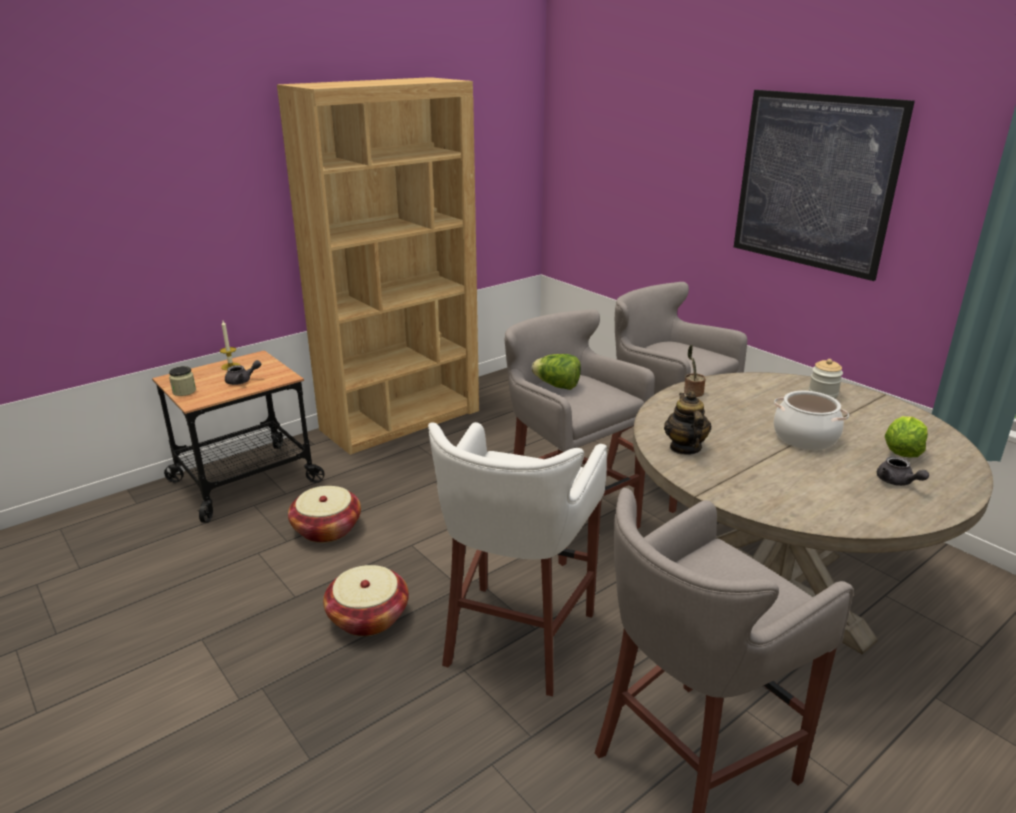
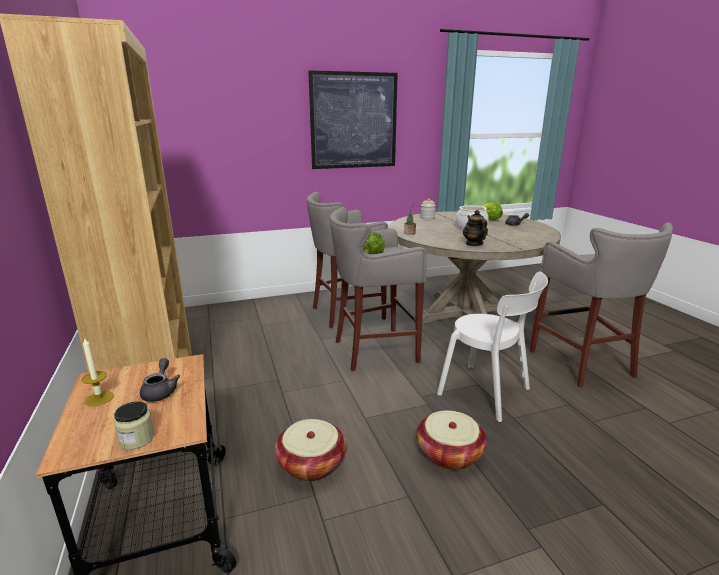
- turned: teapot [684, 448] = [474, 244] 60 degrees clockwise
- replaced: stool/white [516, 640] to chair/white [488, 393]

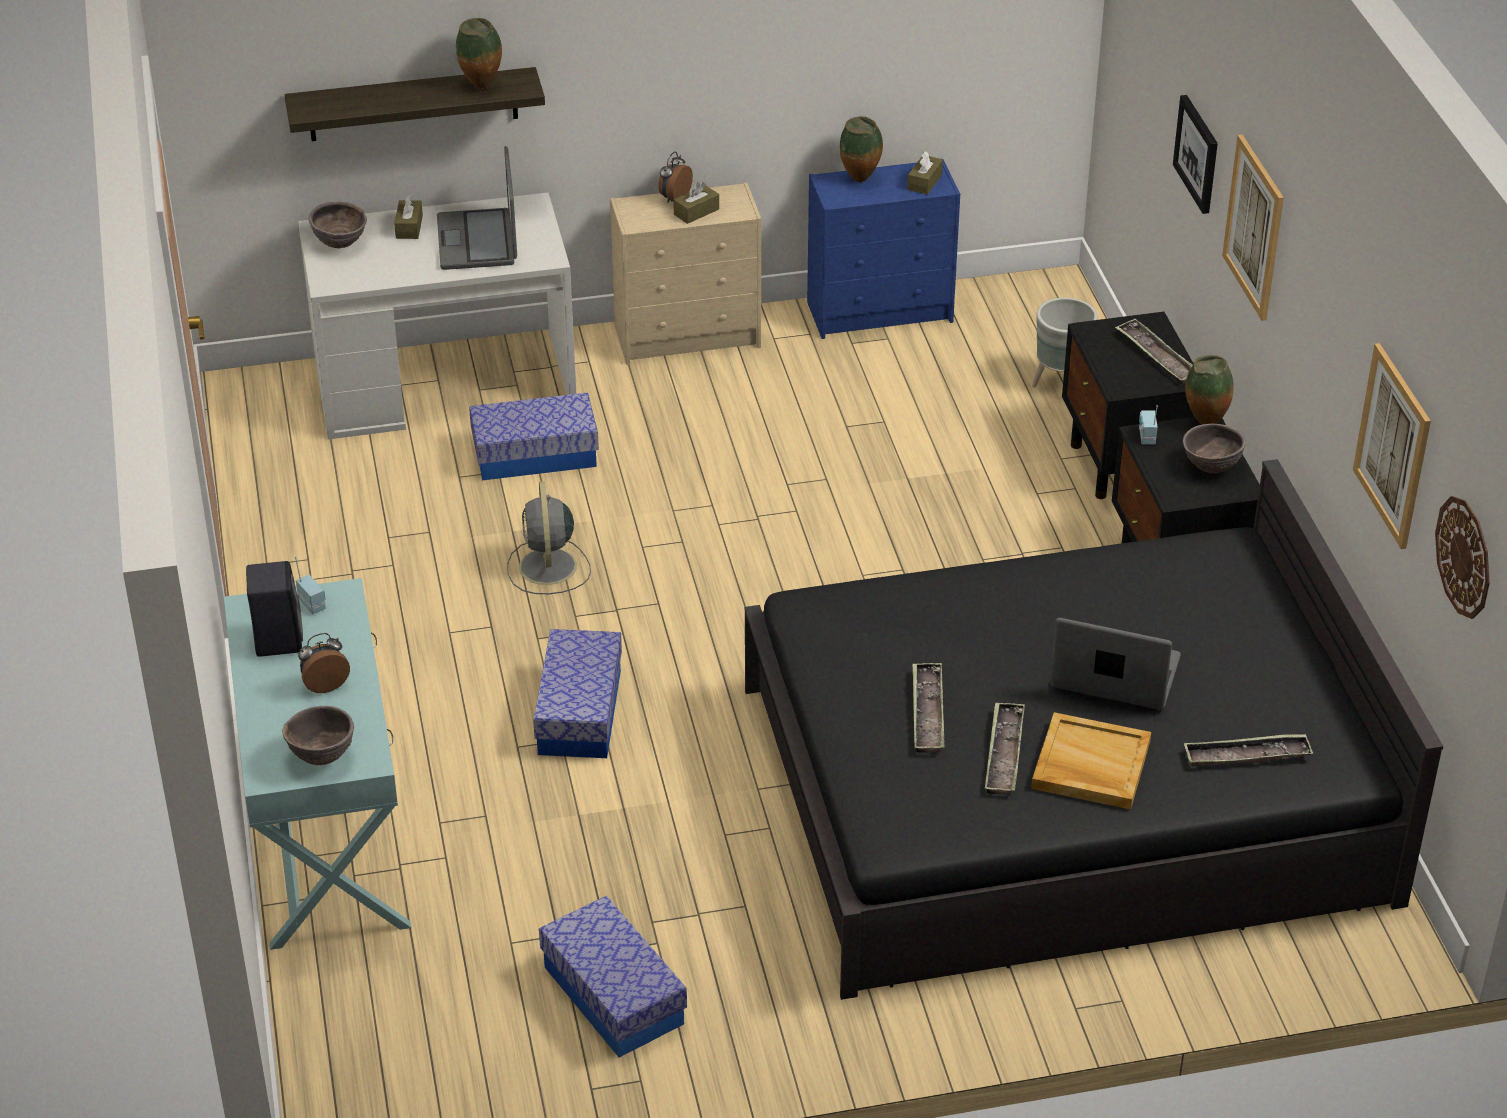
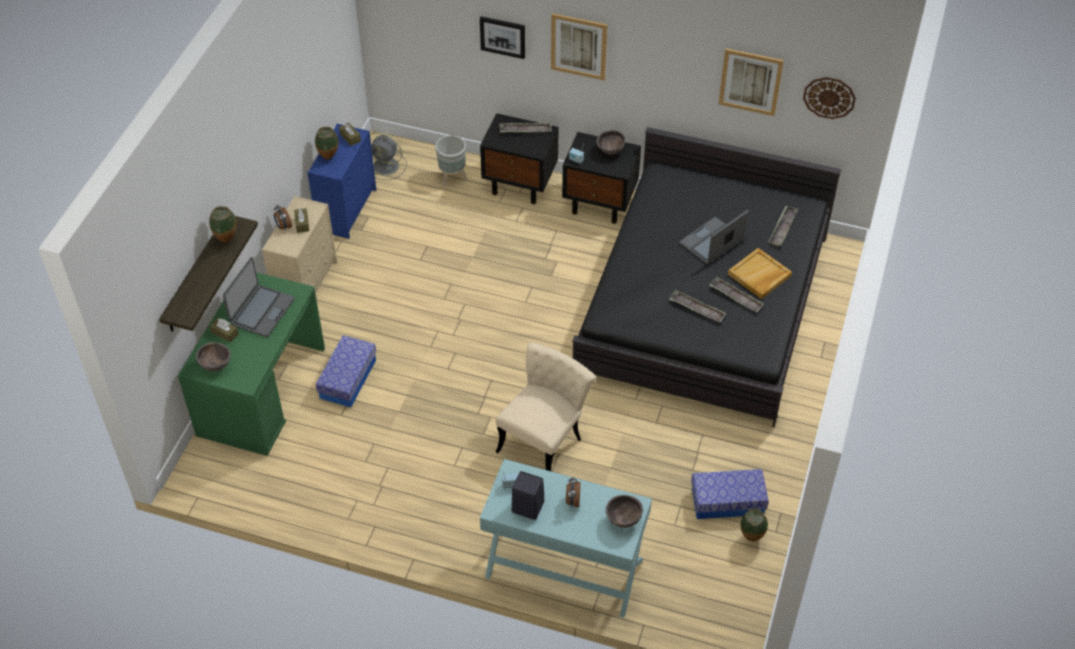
- turned: laptop [478, 241] = [261, 311] 90 degrees counterclockwise
- recoloured: desk/white [444, 383] to desk/green [261, 391]
- moved: vase [1204, 424] to [751, 538]
- moved: fan/grey [548, 568] to [387, 166]
- replaced: storage box [580, 712] to chair/beige [545, 439]

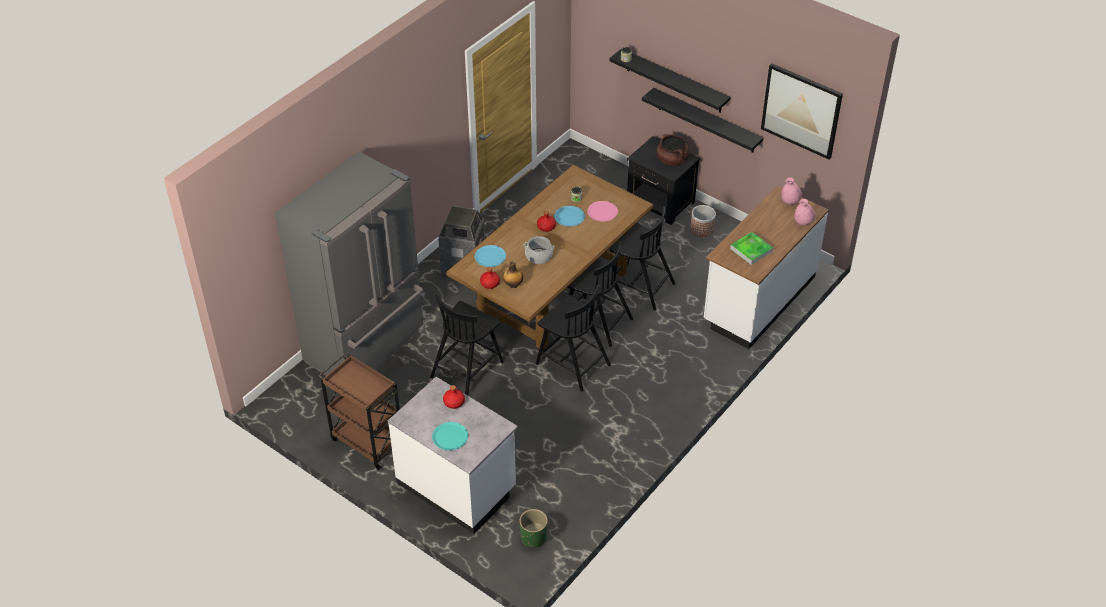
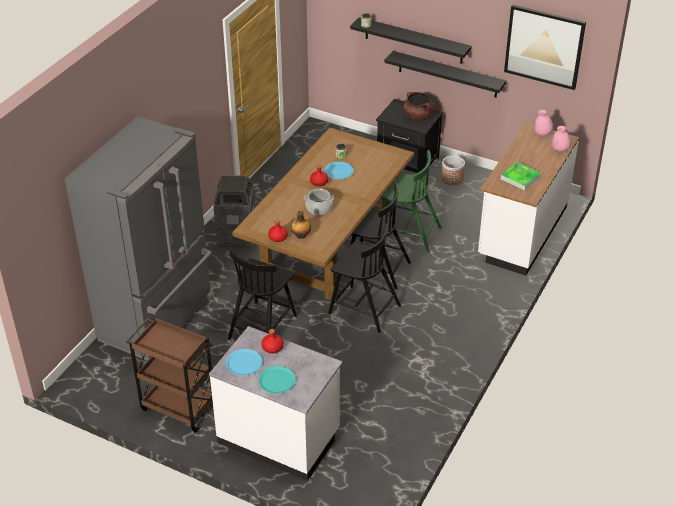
- removed: plate/pink [602, 212]
- recoloured: chair/black [639, 286] to chair/green [408, 233]
- moved: plate/blue [490, 256] to [244, 363]
- removed: planter/green [533, 537]

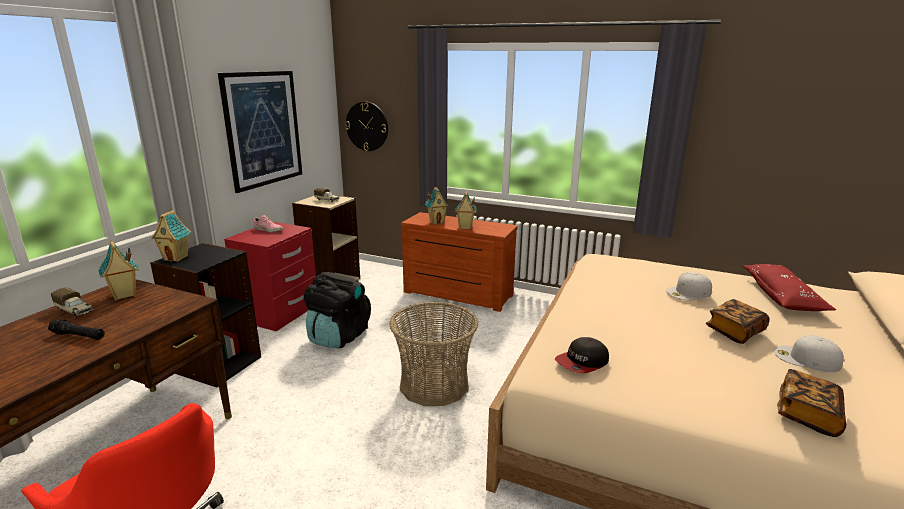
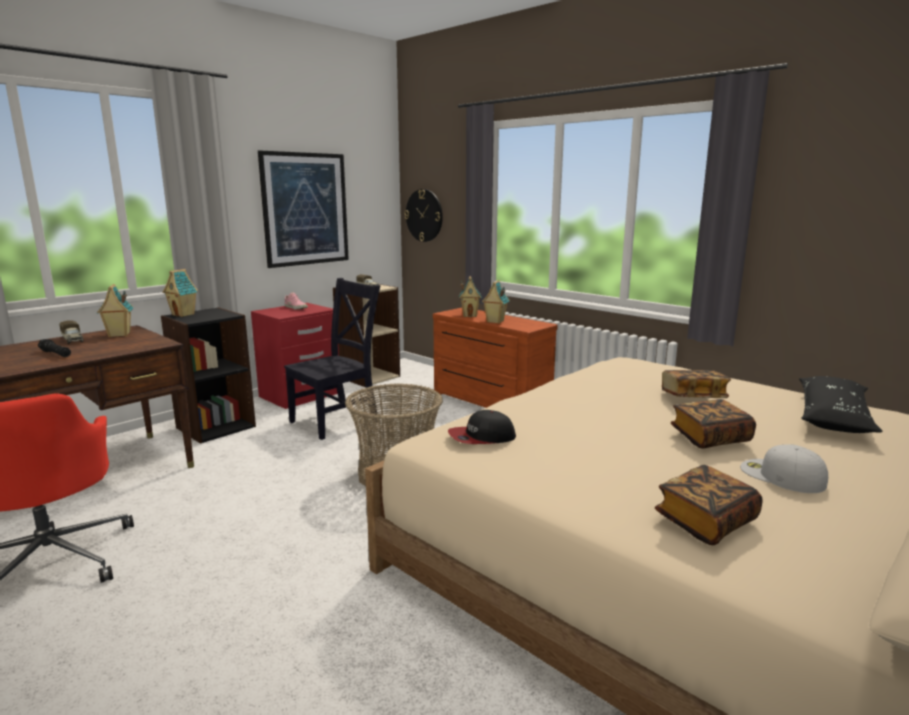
- recoloured: pillow/red [782, 296] to pillow/black [833, 417]
- replaced: backpack/black [338, 337] to chair/black [337, 421]
- replaced: cap/white [688, 292] to book [693, 397]

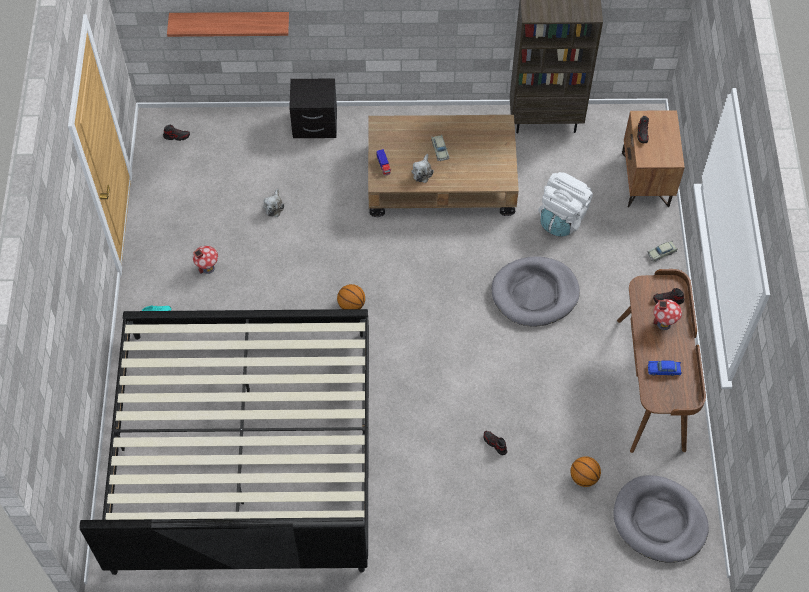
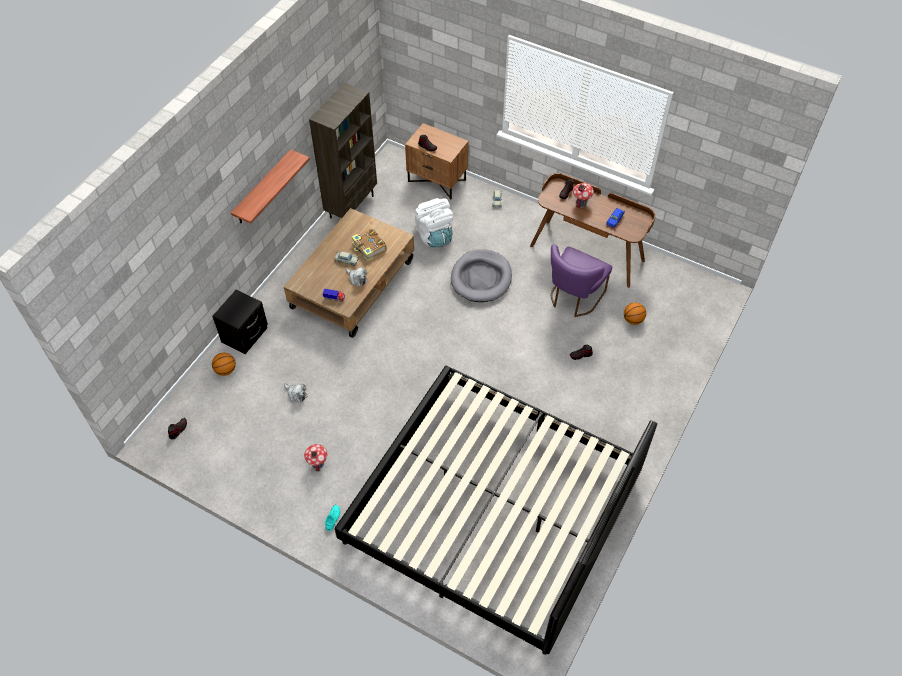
- moved: shelf [230, 21] to [263, 188]
- moved: basketball [351, 305] to [225, 370]
- removed: dog bed/grey [659, 521]
- added: book [369, 248]
- added: chair/purple [573, 298]

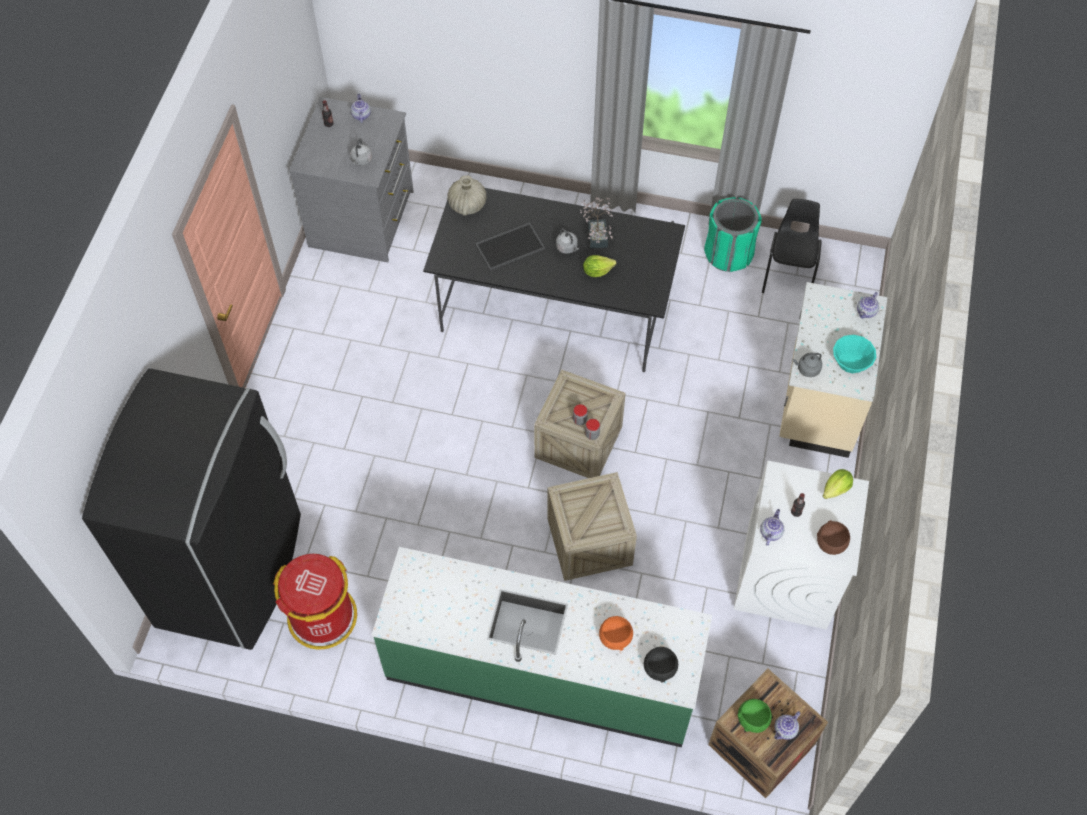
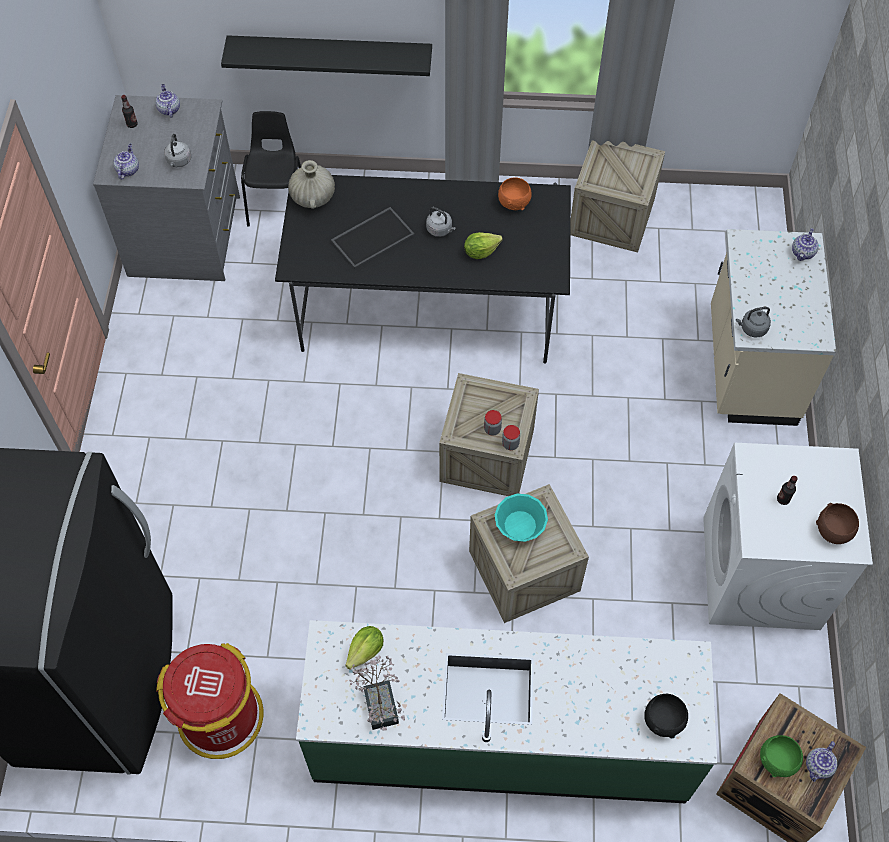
- moved: potted plant [597, 233] to [380, 701]
- replaced: trash can/green [728, 253] to crate [611, 216]
- moved: chair/black [789, 274] to [277, 203]
- moved: bowl/turquoise [851, 361] to [520, 525]
- moved: lettuce [836, 489] to [365, 651]
- moved: teapot [770, 532] to [128, 170]
- moved: bowl/orange [615, 637] to [514, 203]
- added: shelf/black [330, 53]

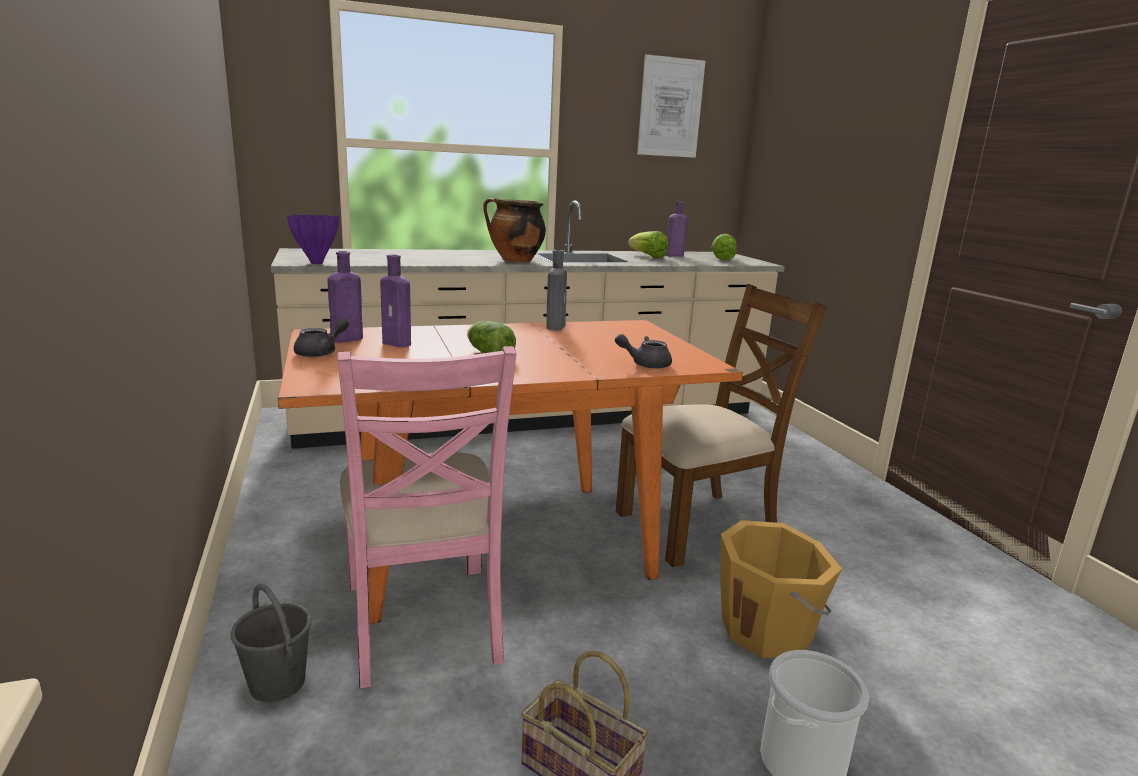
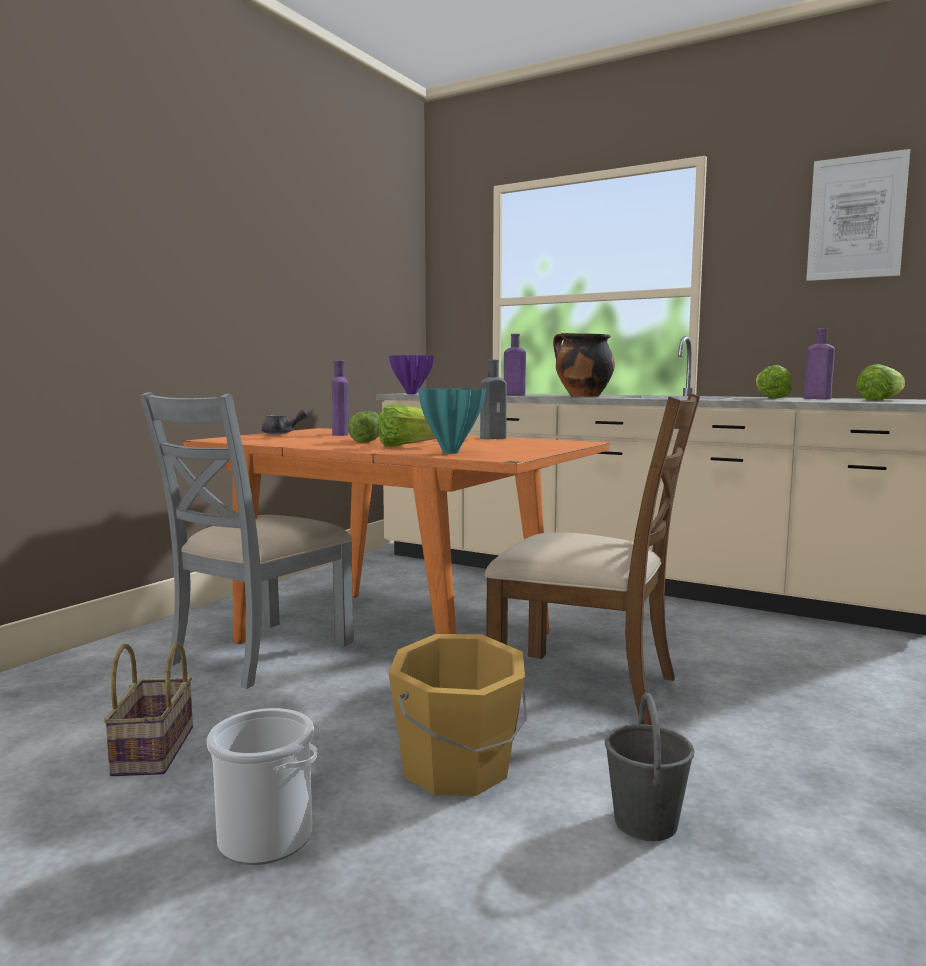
- moved: bottle/purple [344, 339] to [512, 395]
- replaced: teapot/grey [645, 364] to vase/turquoise [451, 453]
- recoloured: chair/pink [424, 620] to chair/grey [259, 652]
- moved: bucket/grey [277, 683] to [645, 822]
- added: lettuce [409, 446]

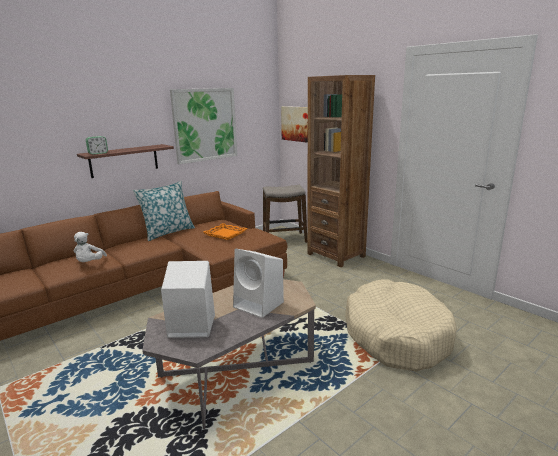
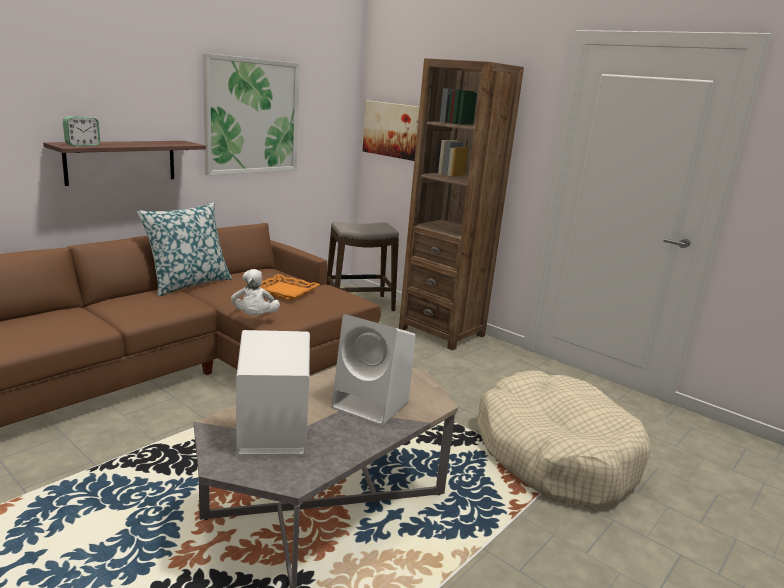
- moved: plush toy/white [89, 263] to [254, 318]

